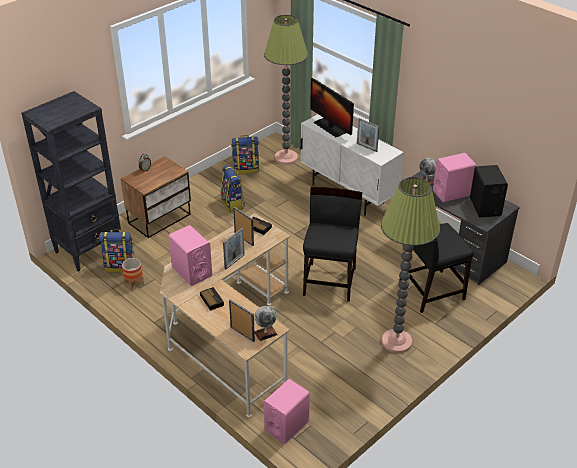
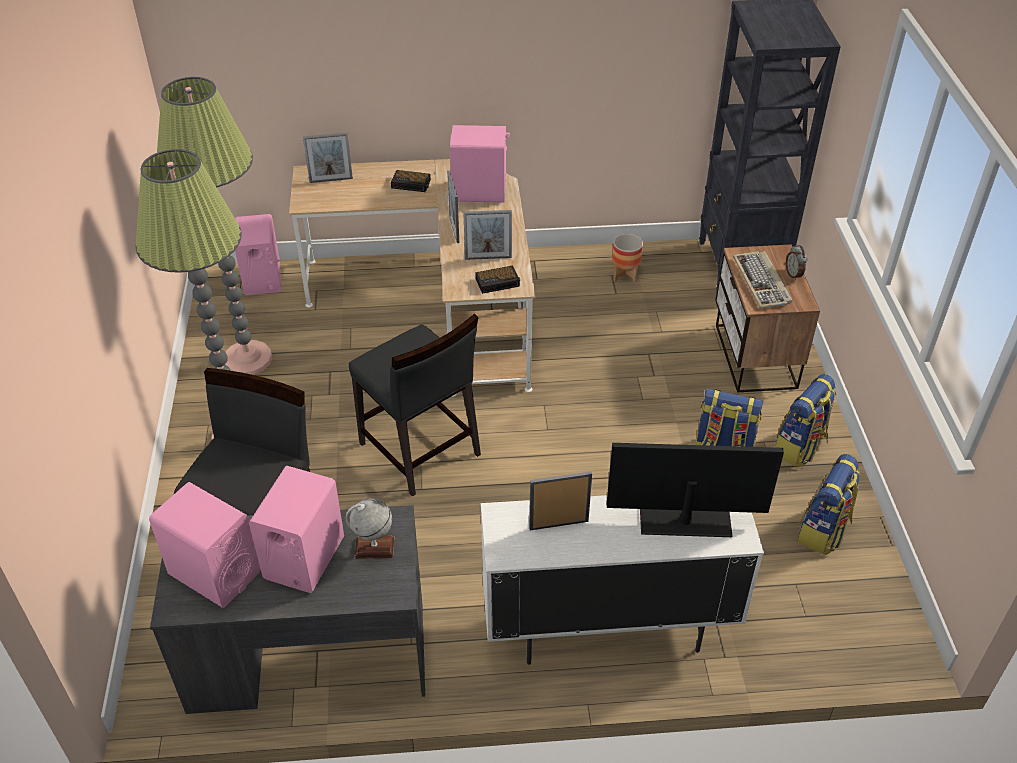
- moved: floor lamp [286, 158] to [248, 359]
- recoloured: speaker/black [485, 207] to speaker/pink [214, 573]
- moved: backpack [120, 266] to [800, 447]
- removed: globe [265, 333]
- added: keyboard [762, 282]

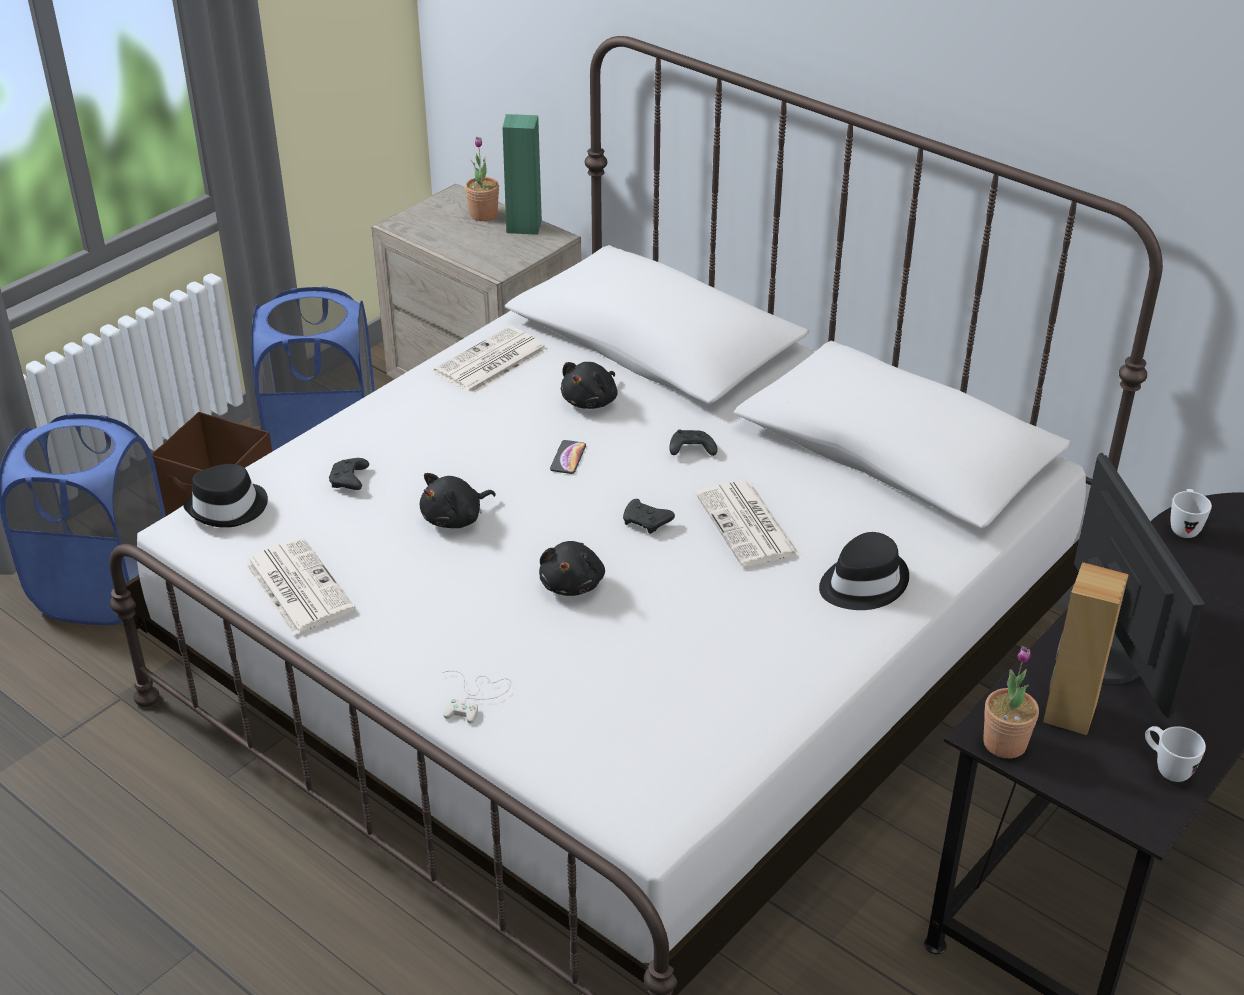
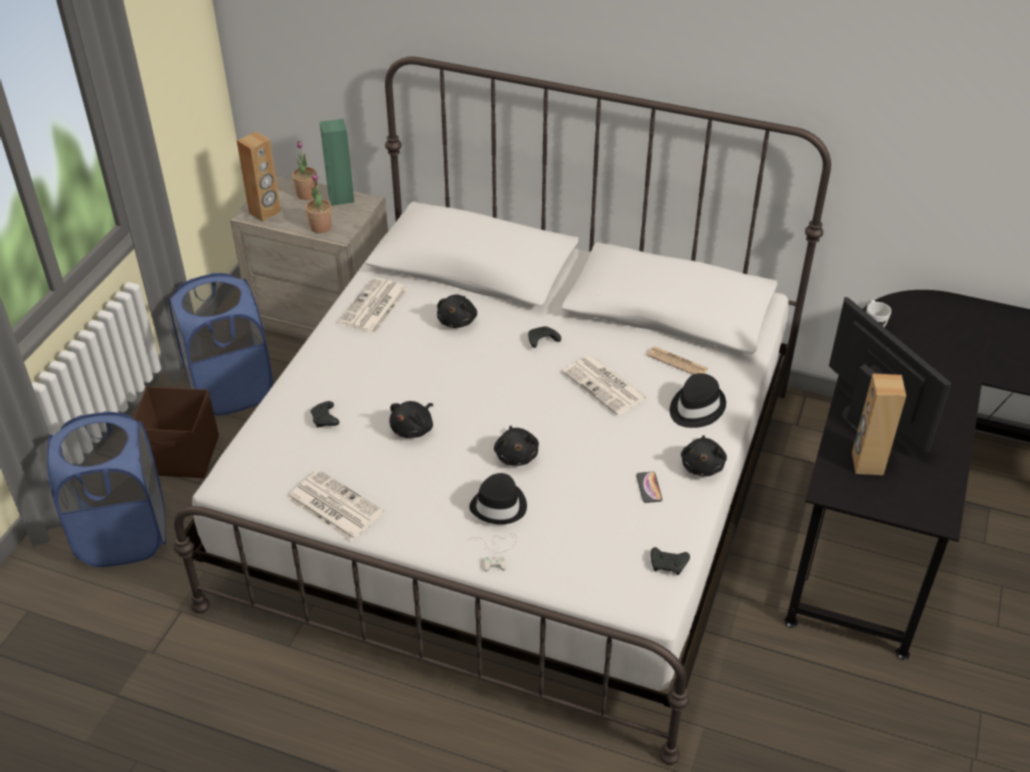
- moved: phone [568, 458] to [649, 487]
- moved: hat/black [228, 508] to [499, 506]
- moved: game controller/black [647, 523] to [669, 565]
- moved: potted plant [1004, 743] to [320, 227]
- removed: mug/white [1166, 768]
- added: speaker/brown [265, 212]
- added: newspaper [677, 362]
- added: plush toy/black [702, 465]

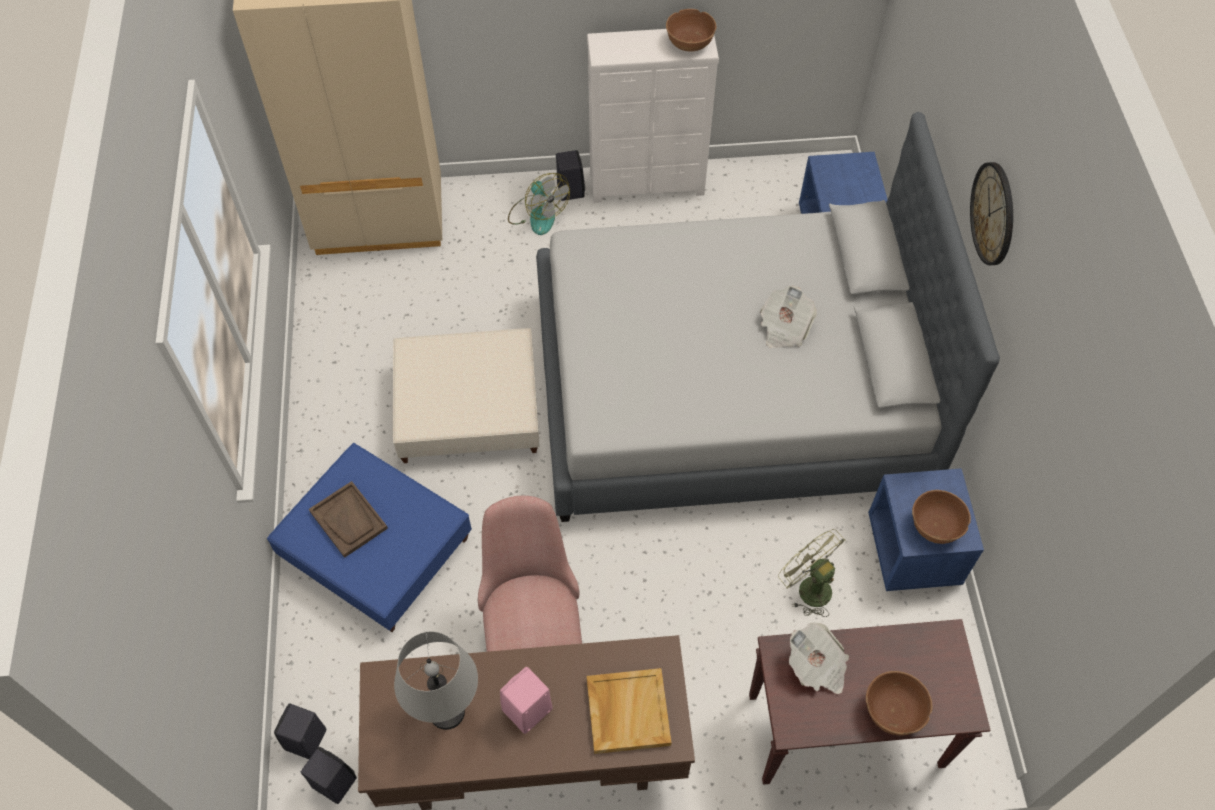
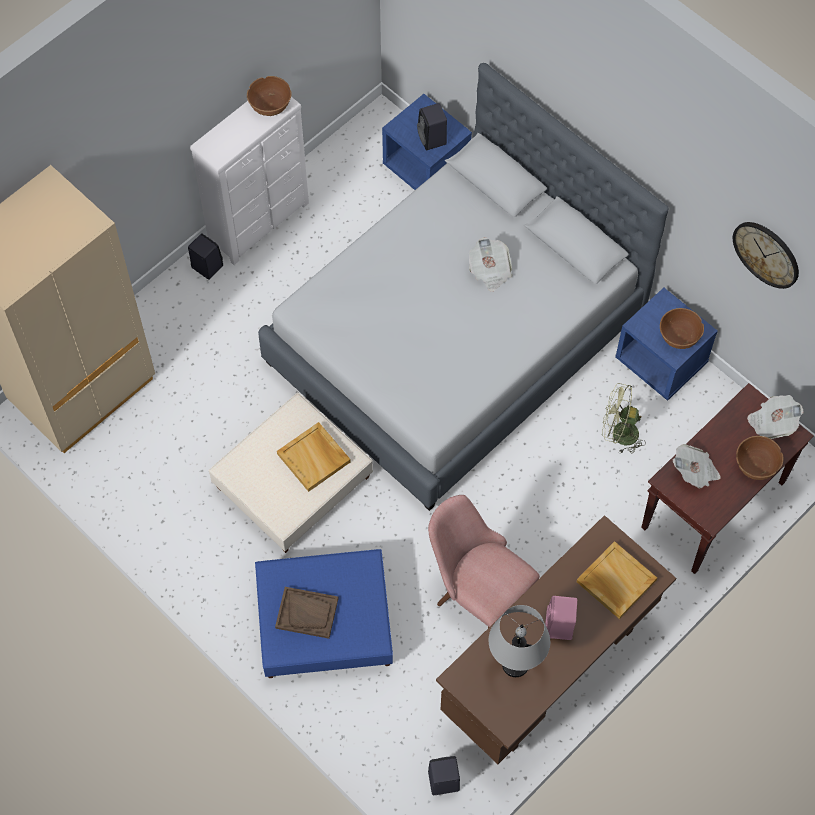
- moved: wall clock [993, 213] to [766, 254]
- removed: fan [537, 214]
- moved: speaker/black [305, 741] to [432, 139]
- added: newspaper [772, 423]
- added: tray/beige [314, 458]

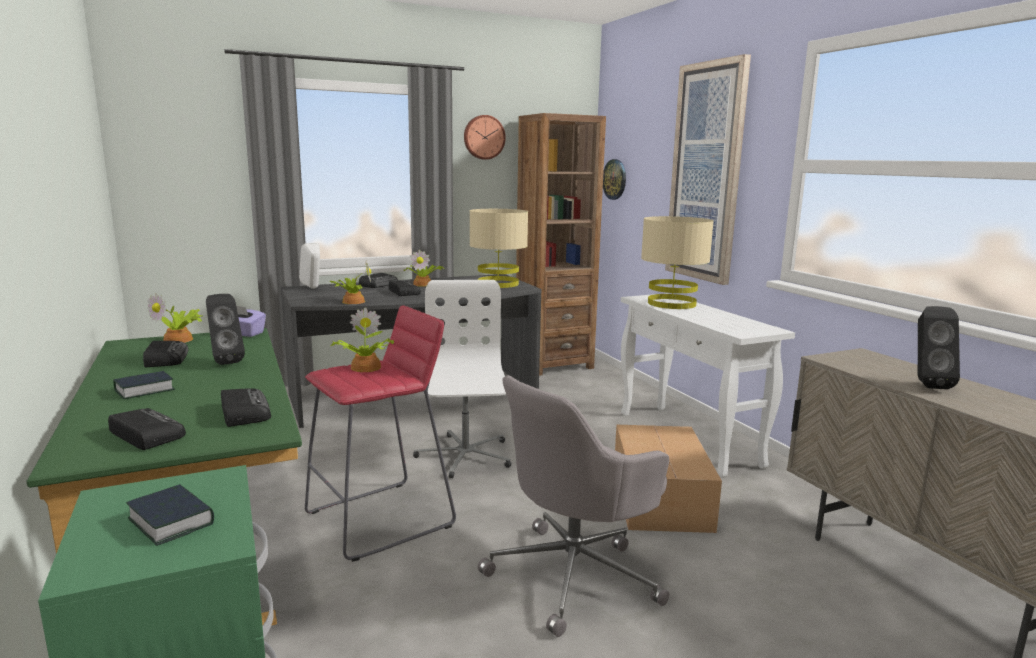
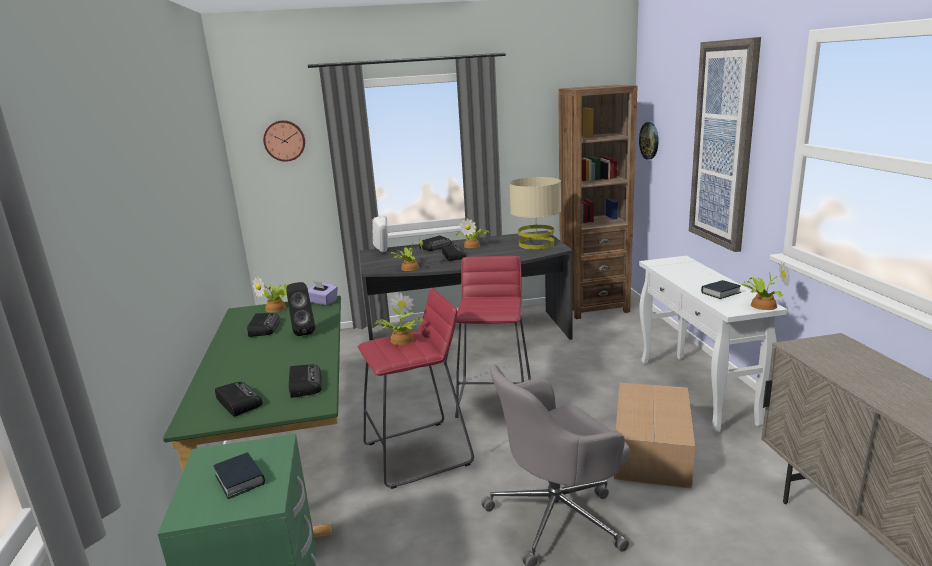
- moved: wall clock [483, 137] to [284, 140]
- removed: table lamp/beige [671, 303]
- replaced: office chair/white [464, 456] to stool/red [495, 399]
- removed: speaker/black [926, 384]
- moved: book [144, 390] to [720, 293]
- added: potted plant [761, 305]

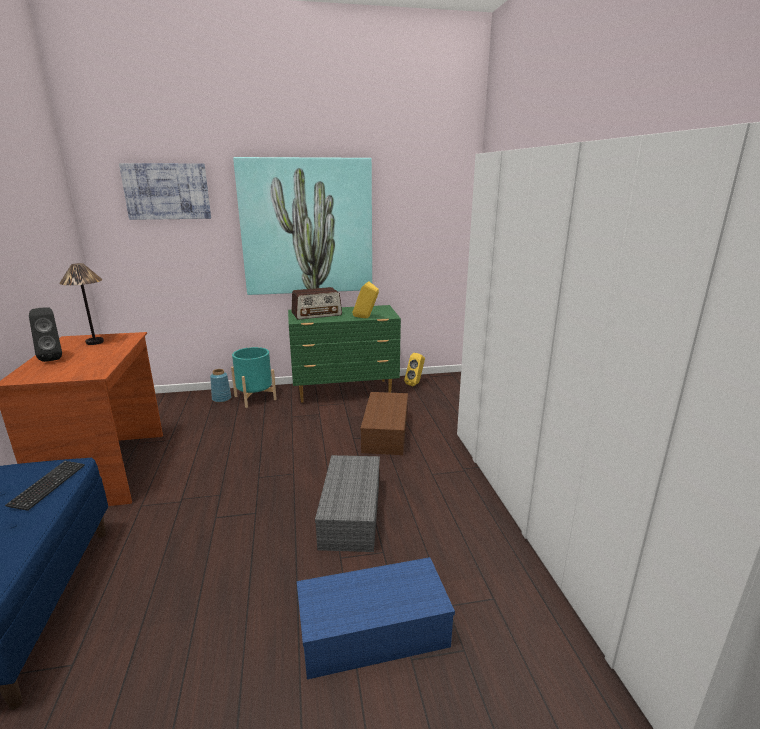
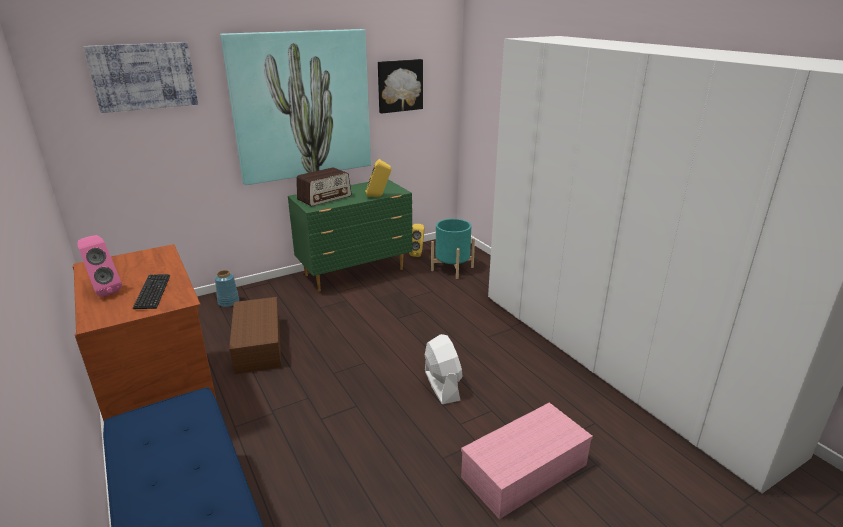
- removed: table lamp [95, 342]
- recoloured: speaker/black [53, 358] to speaker/pink [104, 291]
- moved: planter/turquoise [255, 398] to [452, 269]
- moved: storage box/brown [384, 432] to [257, 344]
- replaced: storage box/grey [350, 512] to fan/white [441, 385]
- moved: keyboard [48, 485] to [153, 292]
- recoloured: storage box/blue [371, 633] to storage box/pink [524, 472]
- added: picture [399, 85]

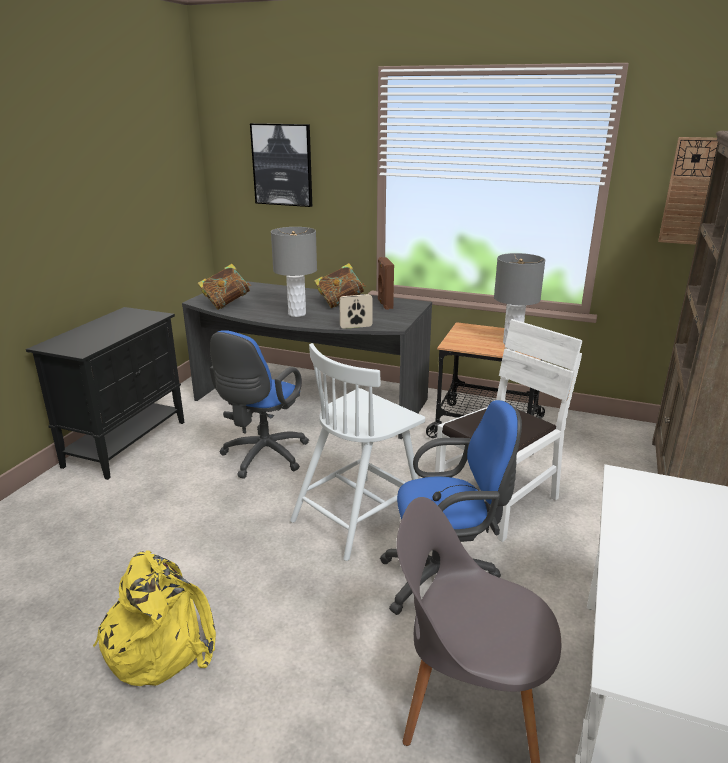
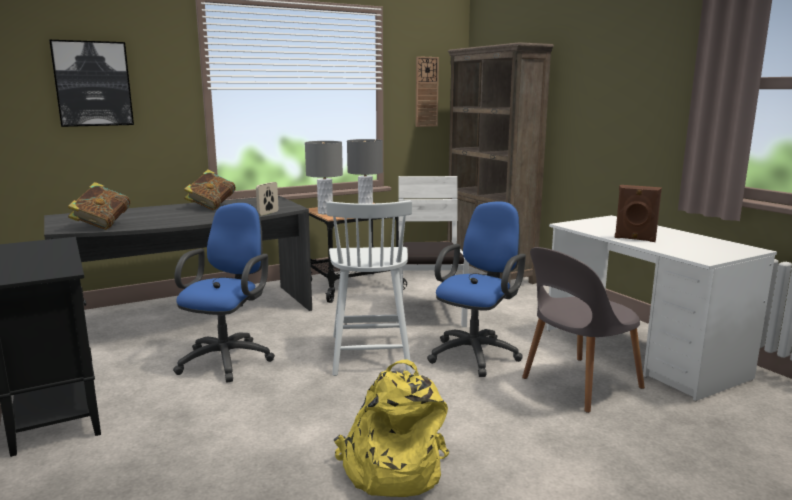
- moved: table lamp/grey [297, 314] to [325, 213]
- moved: speaker/brown [384, 304] to [635, 239]
- turned: office chair/blue [262, 458] = [229, 358] 135 degrees counterclockwise

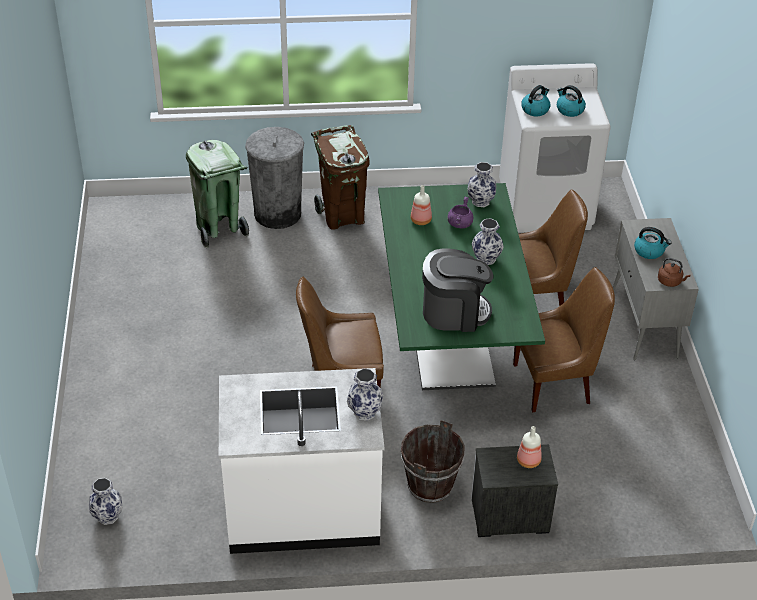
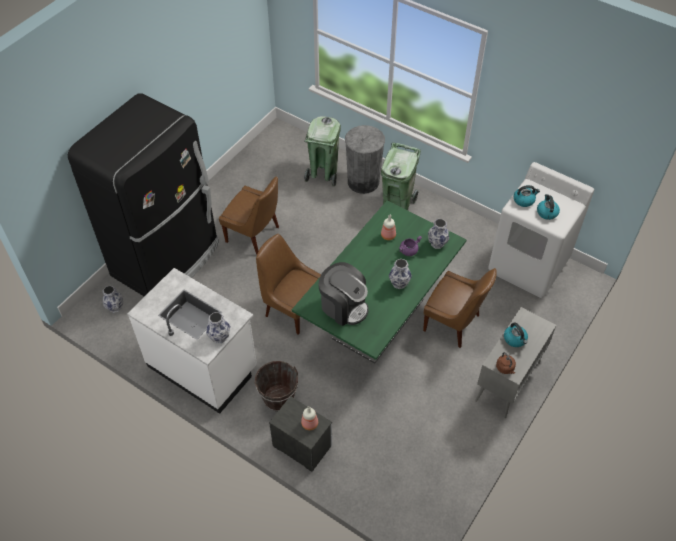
- recoloured: trash can/brown [342, 216] to trash can/green [397, 203]
- moved: chair/brown [554, 383] to [254, 235]
- added: fridge/black [167, 260]

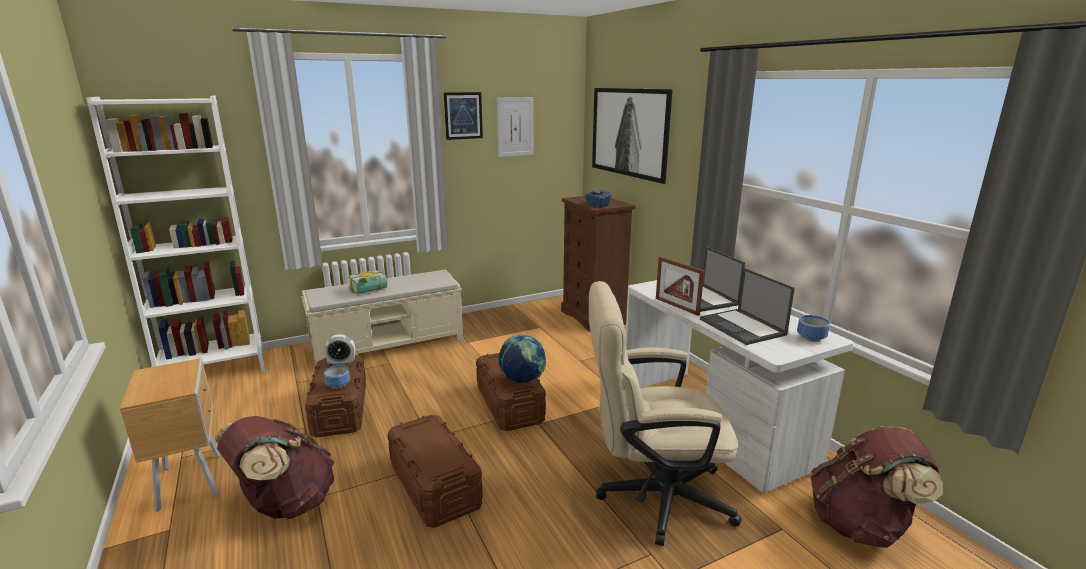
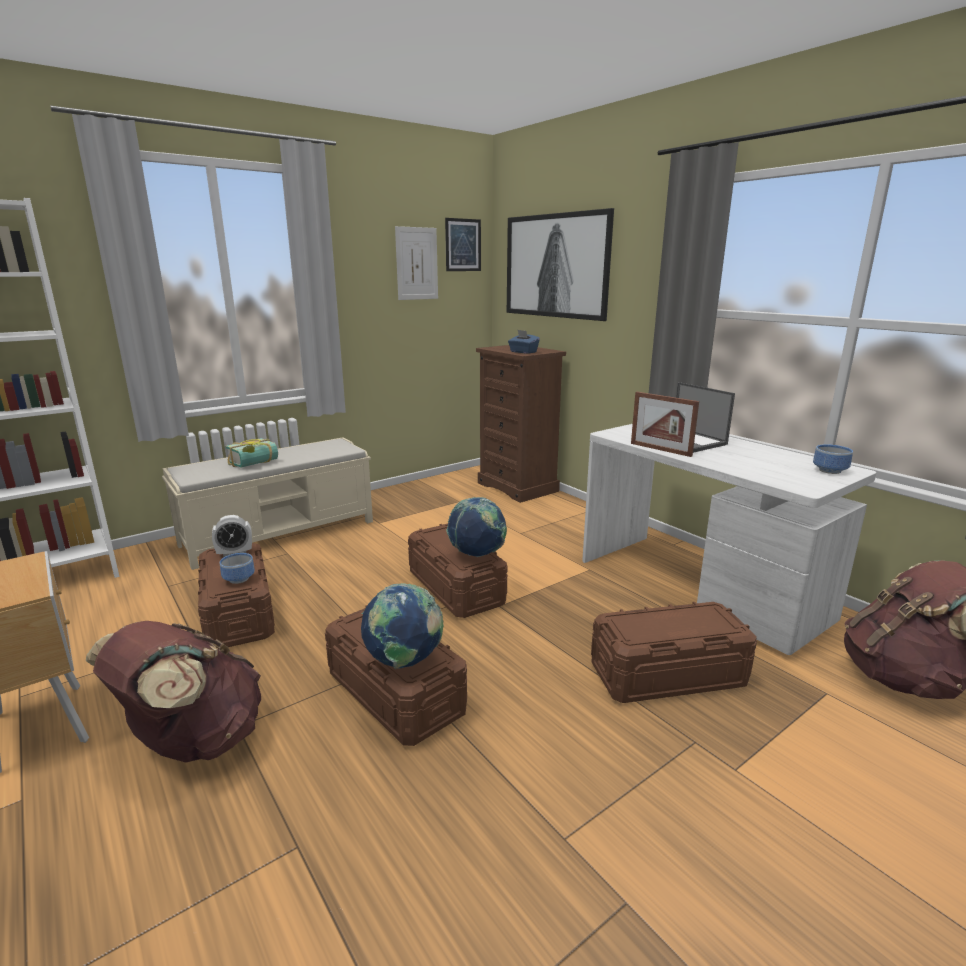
- moved: picture [463, 115] to [463, 245]
- removed: laptop [743, 327]
- replaced: office chair/beige [652, 496] to storage box/brown [667, 674]
- added: globe [404, 661]

